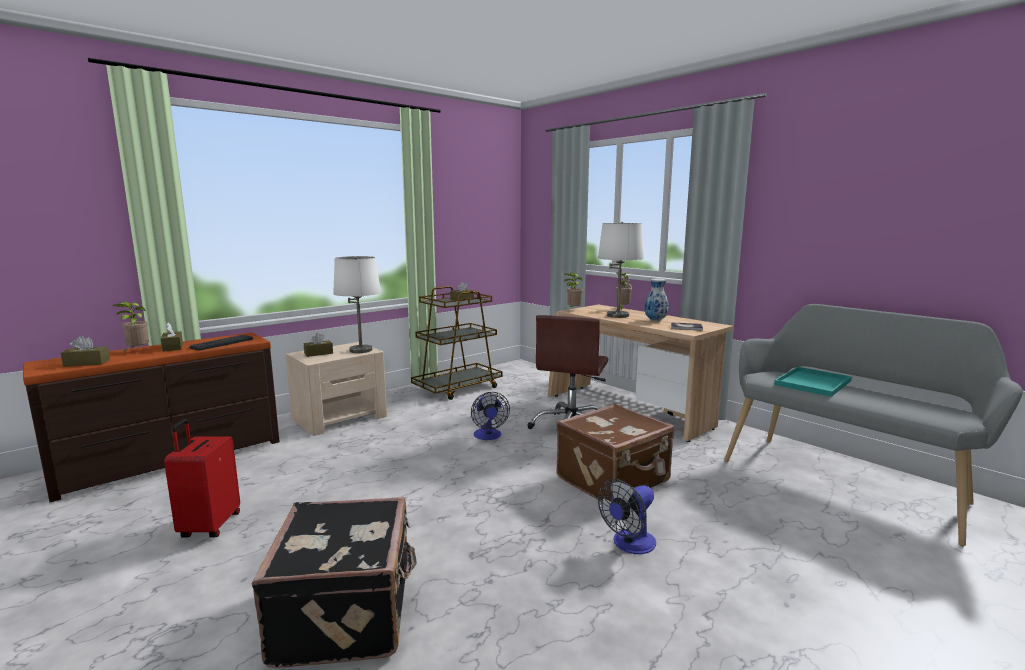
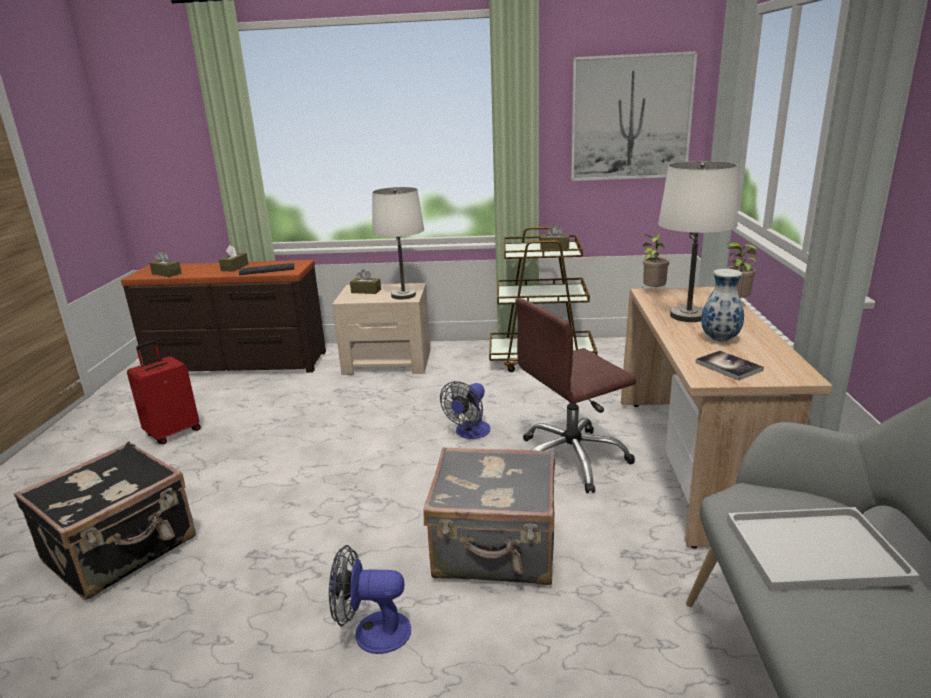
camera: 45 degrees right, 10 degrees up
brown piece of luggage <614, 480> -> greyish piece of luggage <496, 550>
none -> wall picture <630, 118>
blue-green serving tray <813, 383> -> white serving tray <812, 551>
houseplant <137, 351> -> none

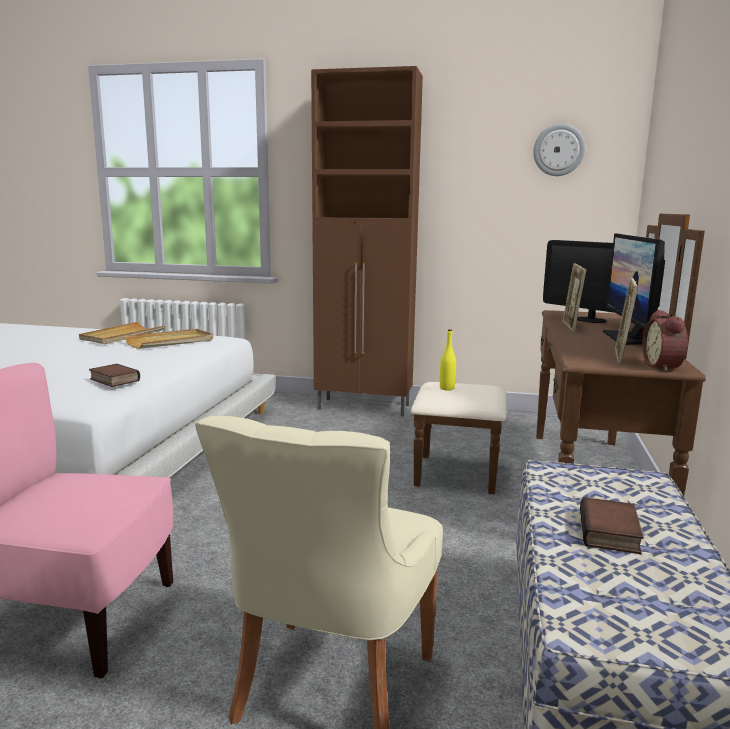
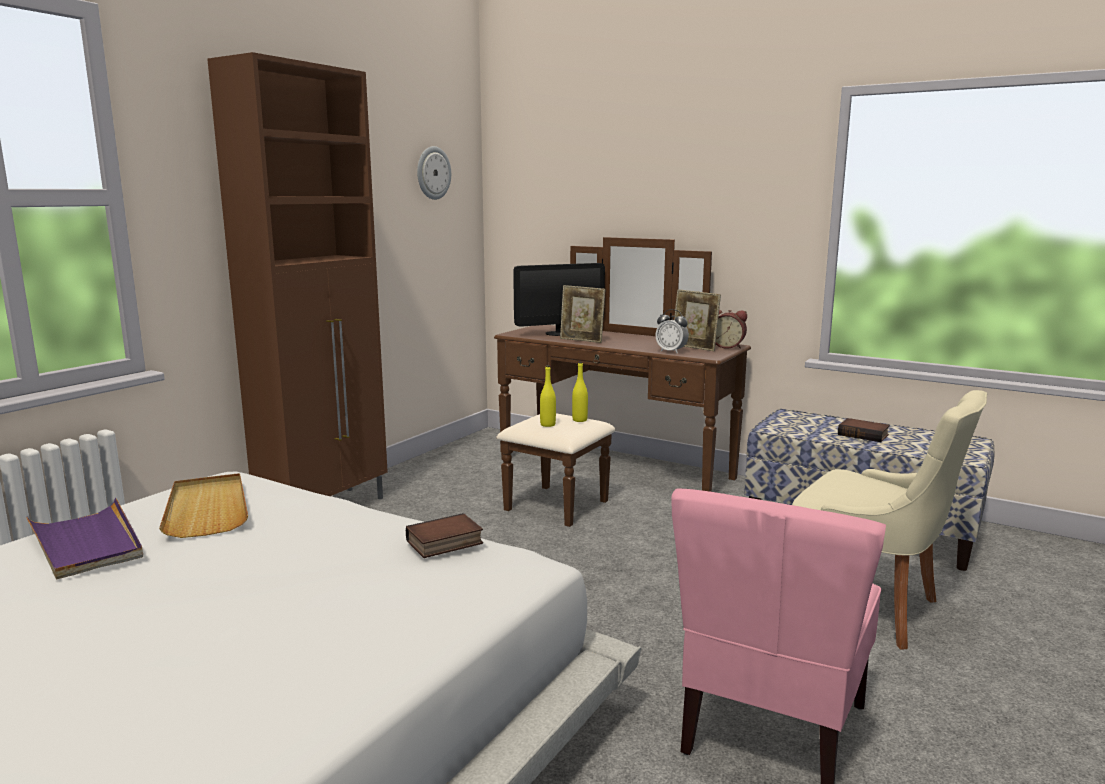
camera: 70 degrees left, 0 degrees up
sand-coloured serving tray <122, 336> -> purple serving tray <87, 543>
none -> yellow drink bottle <579, 420>
none -> alarm clock <671, 351>
computer screen <628, 338> -> none

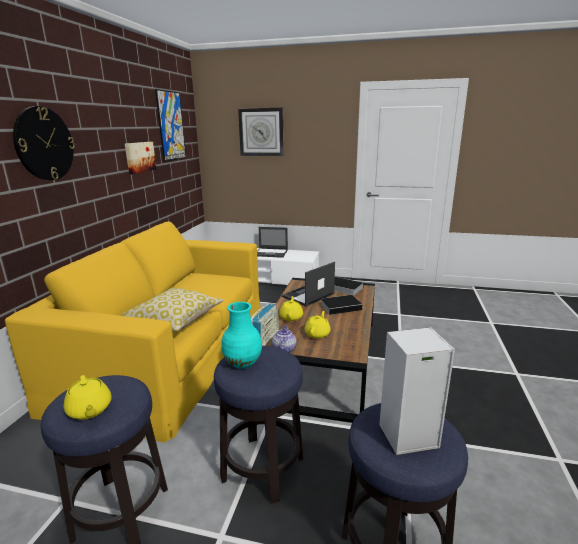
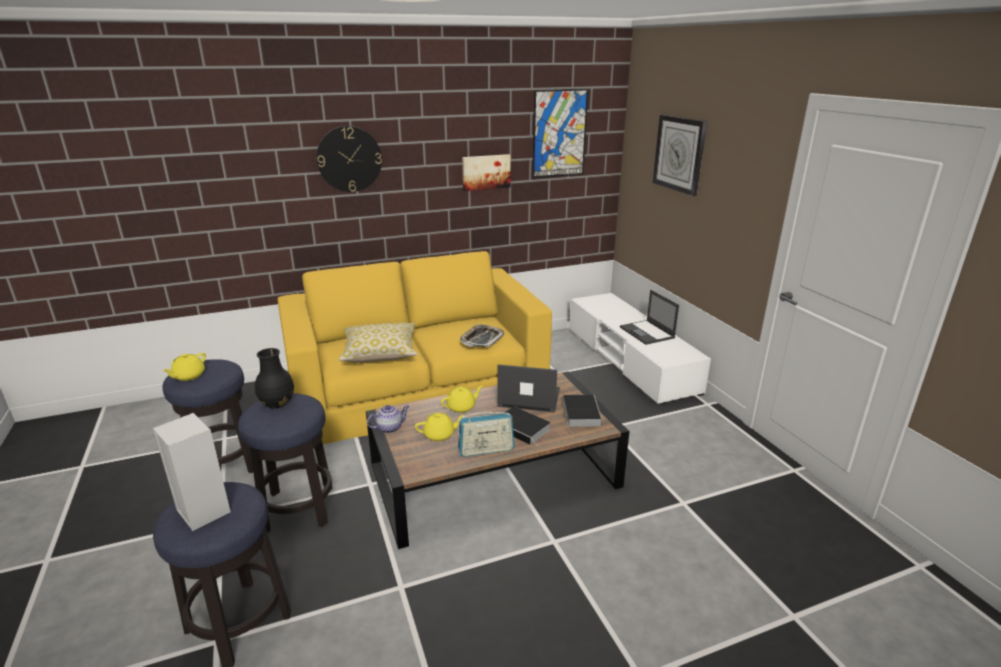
camera: 55 degrees right, 5 degrees up
blue-green decorative vase <243, 363> -> black decorative vase <277, 403>
radio set <265, 339> -> radio set <486, 450>, shifted
none -> serving tray <482, 339>

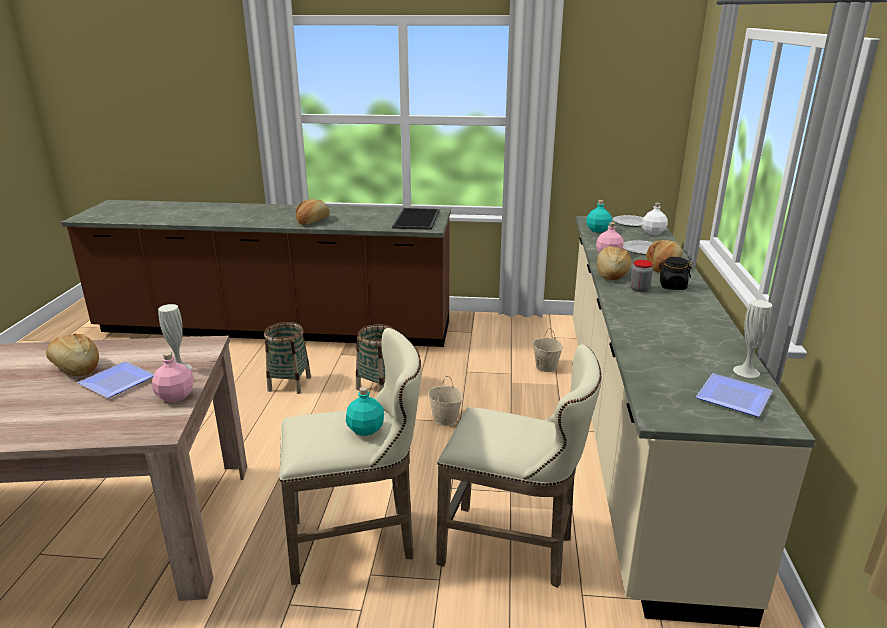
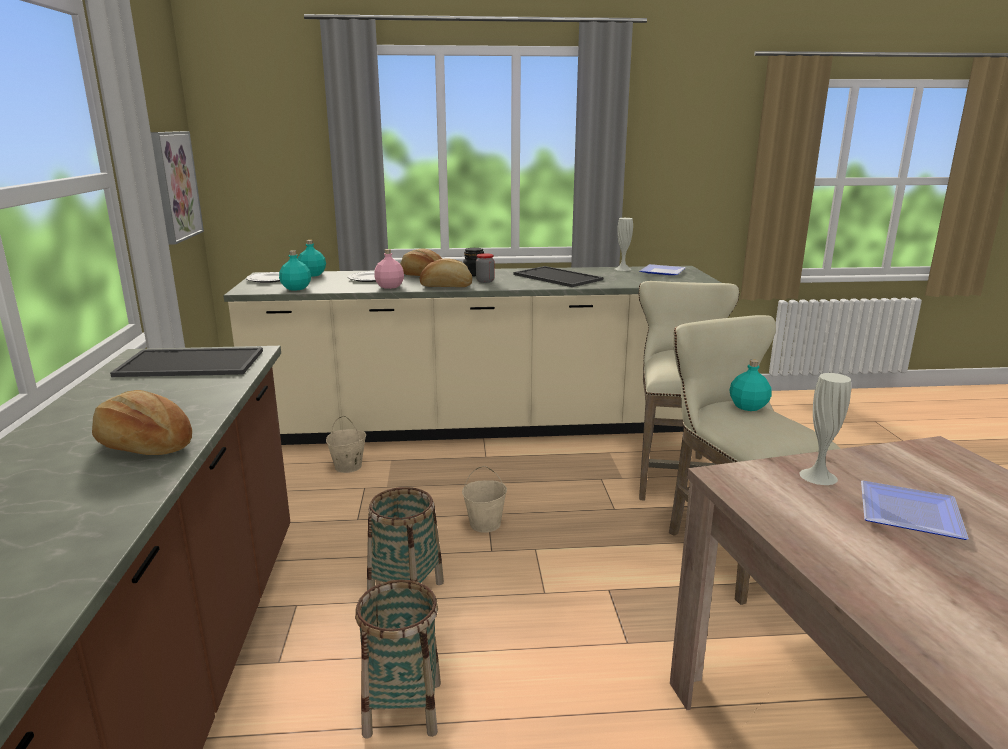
camera: 100 degrees left, 5 degrees down
none -> wall picture <175, 186>
white drink bottle <653, 233> -> blue-green drink bottle <312, 275>
none -> serving tray <556, 277>
baked bread <75, 367> -> none
pink-coloured drink bottle <175, 396> -> none

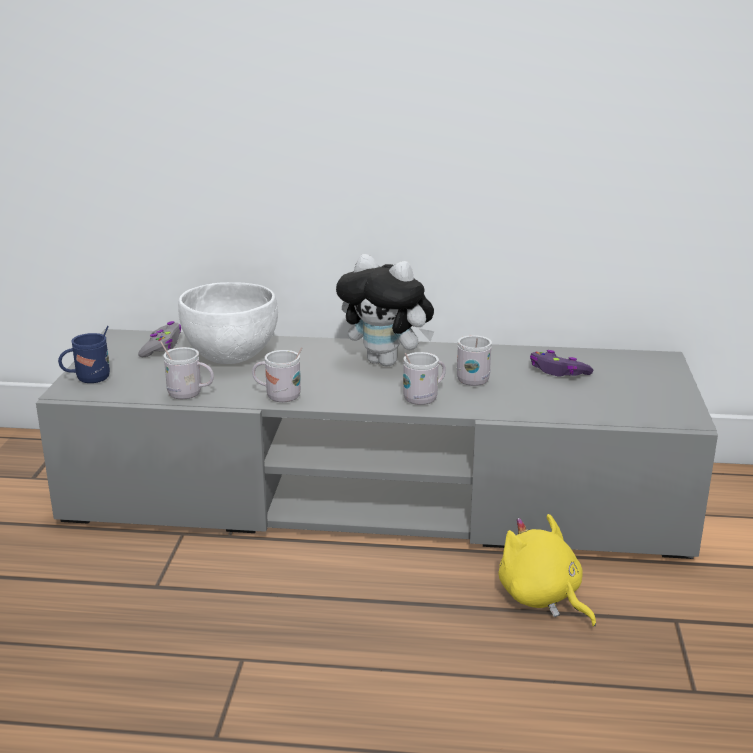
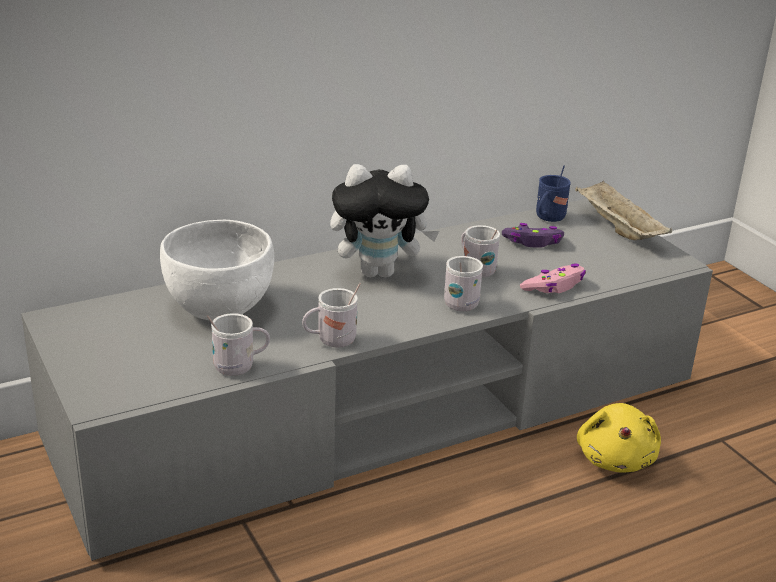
camera: 35 degrees left, 5 degrees up
none -> pink-coloured game controller <554, 286>
bluish tea mug <88, 380> -> bluish tea mug <548, 219>, shifted
none -> sand-coloured serving tray <617, 228>
yellow soft toy <542, 597> -> yellow soft toy <615, 458>, 105 degrees counterclockwise
greyish game controller <161, 347> -> none

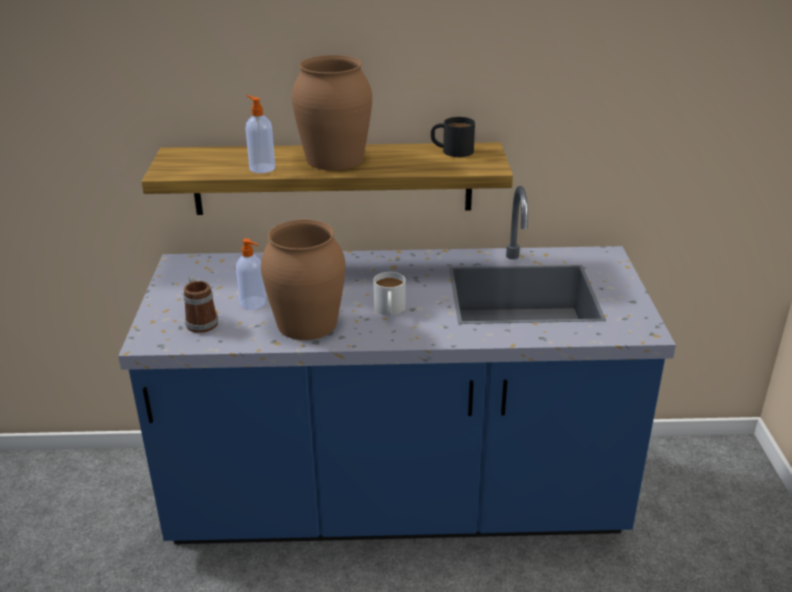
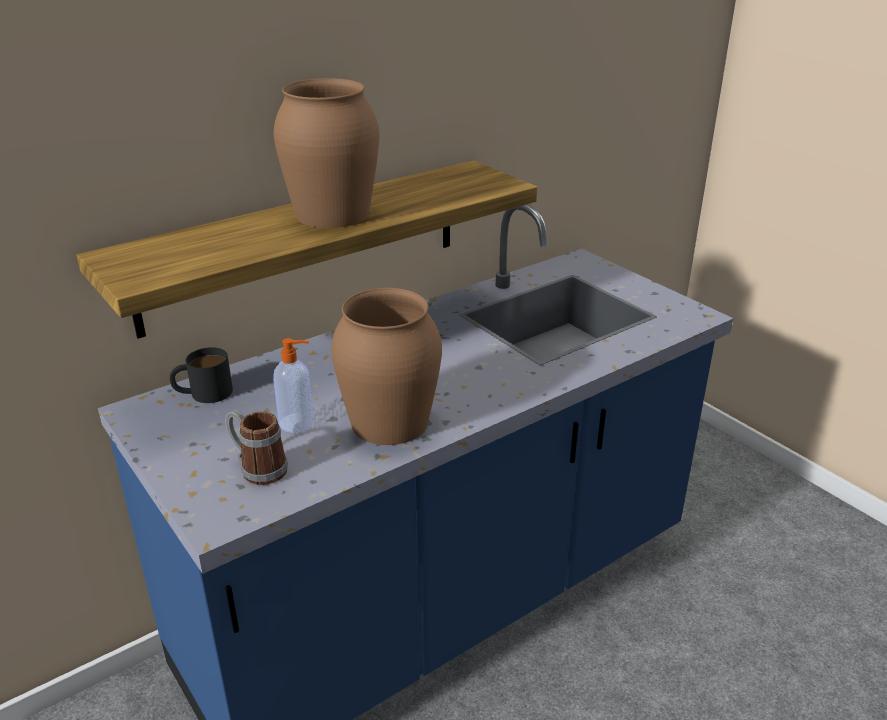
camera: 35 degrees left, 0 degrees up
black tea mug <452, 150> -> black tea mug <203, 393>, shifted
soap dispenser <261, 168> -> none
white tea mug <389, 310> -> none

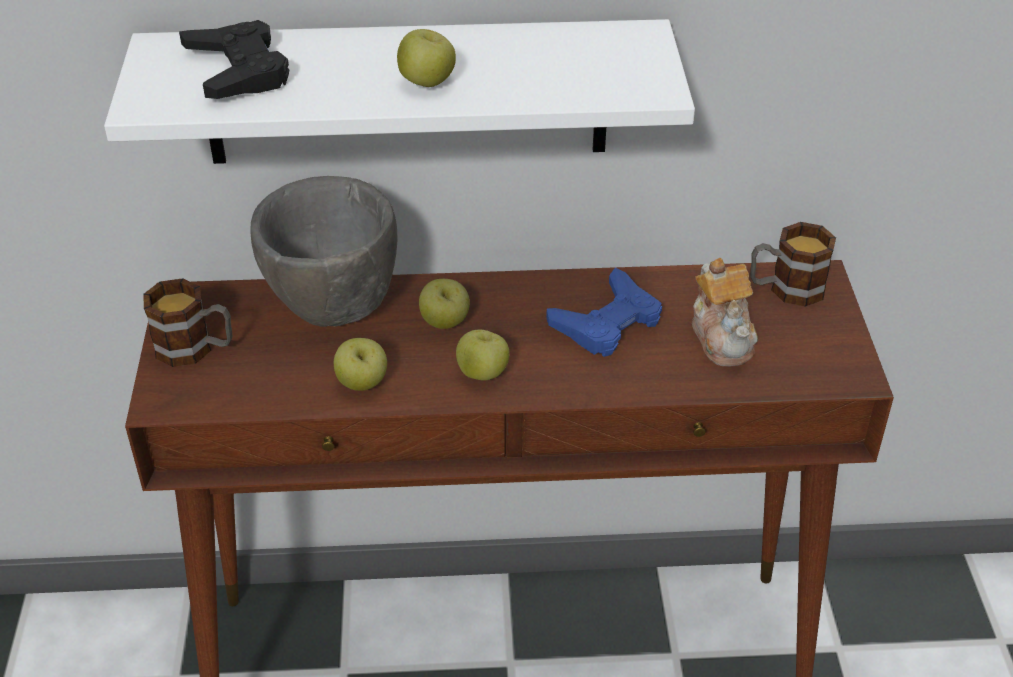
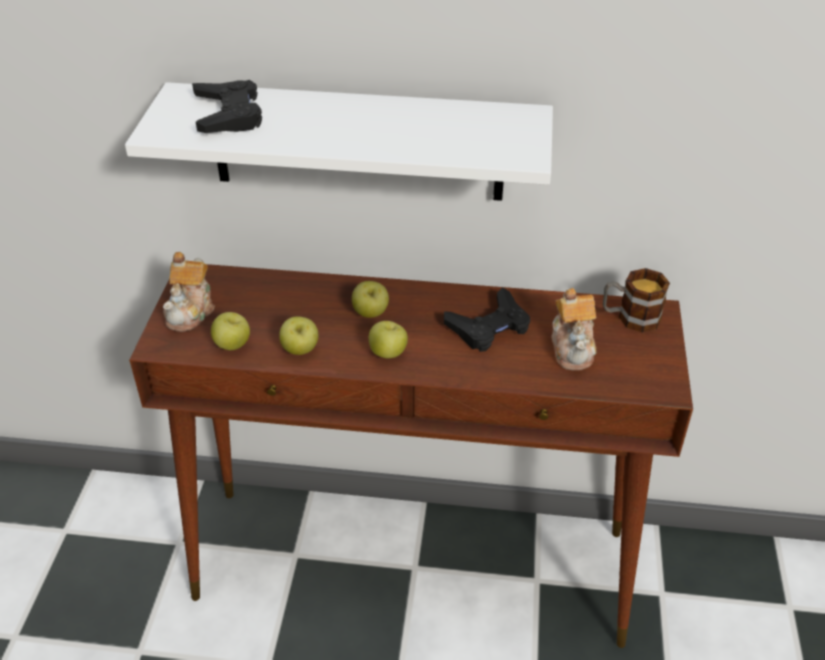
camera: 10 degrees right, 0 degrees up
tea mug <195, 348> -> teapot <191, 311>
apple fruit <427, 83> -> apple fruit <233, 345>, shifted
bluish game controller <607, 322> -> black game controller <489, 327>
greyish deep dish <333, 310> -> none

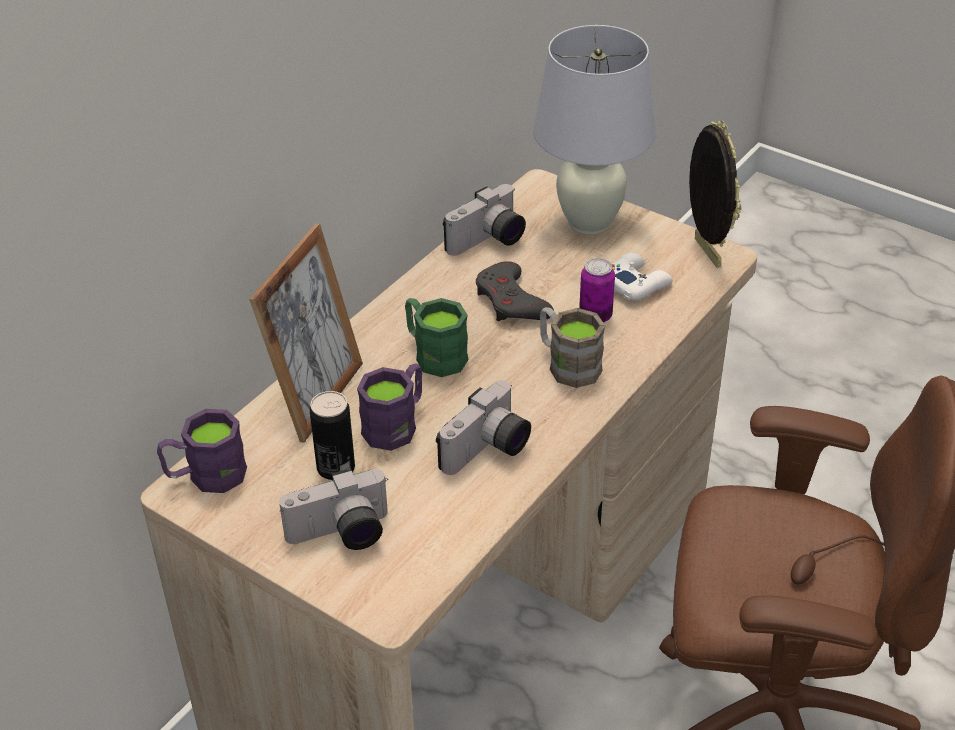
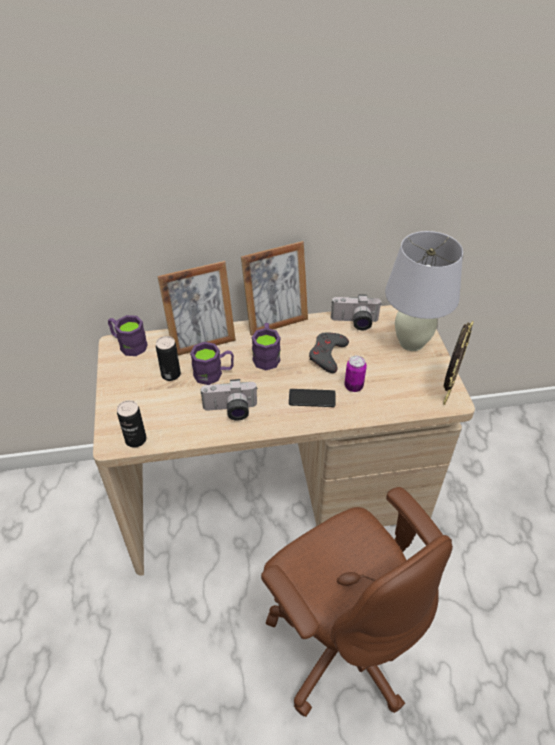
camera: 45 degrees right, 5 degrees up
none -> metal can <136, 439>
none -> photo frame <276, 321>
green tea mug <434, 354> -> purple tea mug <266, 355>
brown tea mug <567, 364> -> telephone <312, 398>
still camera <341, 535> -> none
white game controller <635, 284> -> none

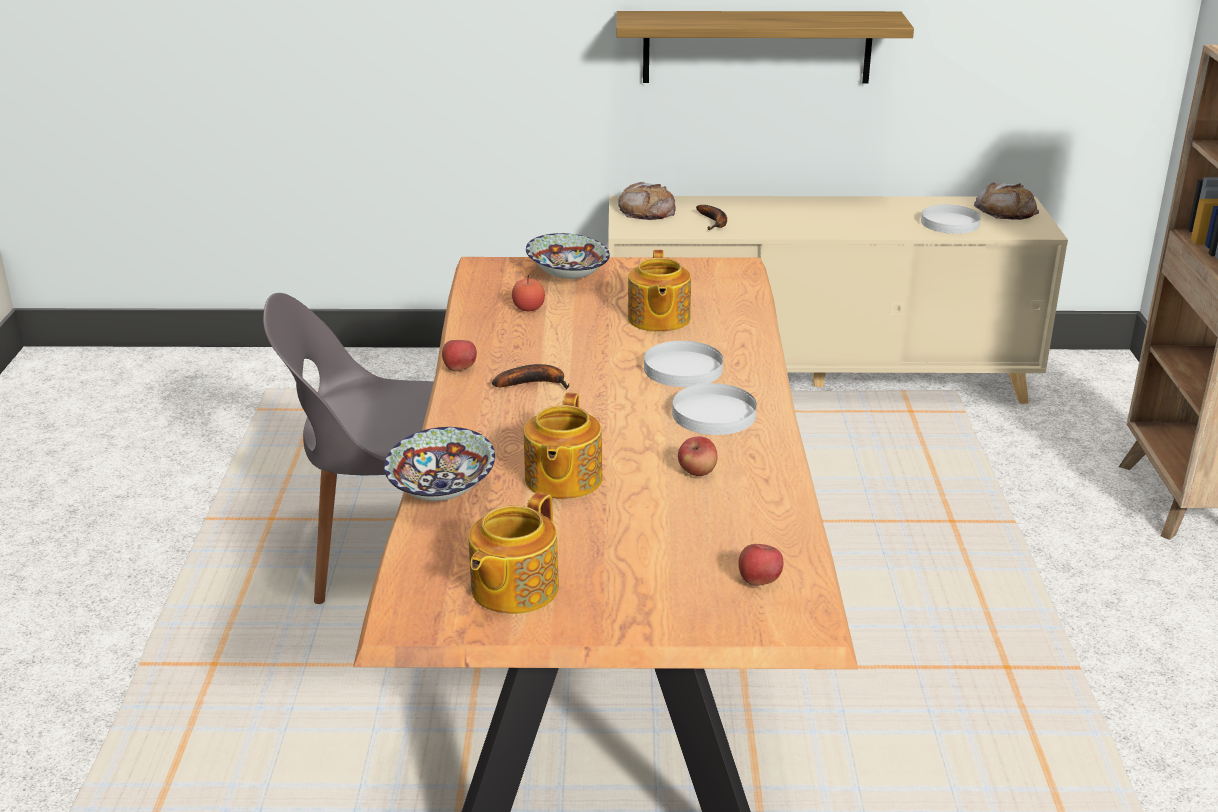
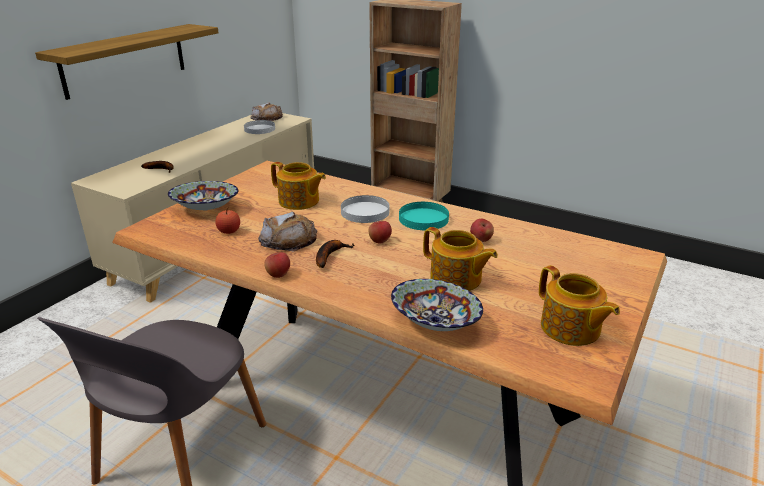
camera: 60 degrees left, 0 degrees up
baked bread <647, 210> -> baked bread <289, 239>, shifted
apple fruit <759, 581> -> apple fruit <380, 241>, shifted
white dinner plate <714, 414> -> blue-green dinner plate <424, 219>

